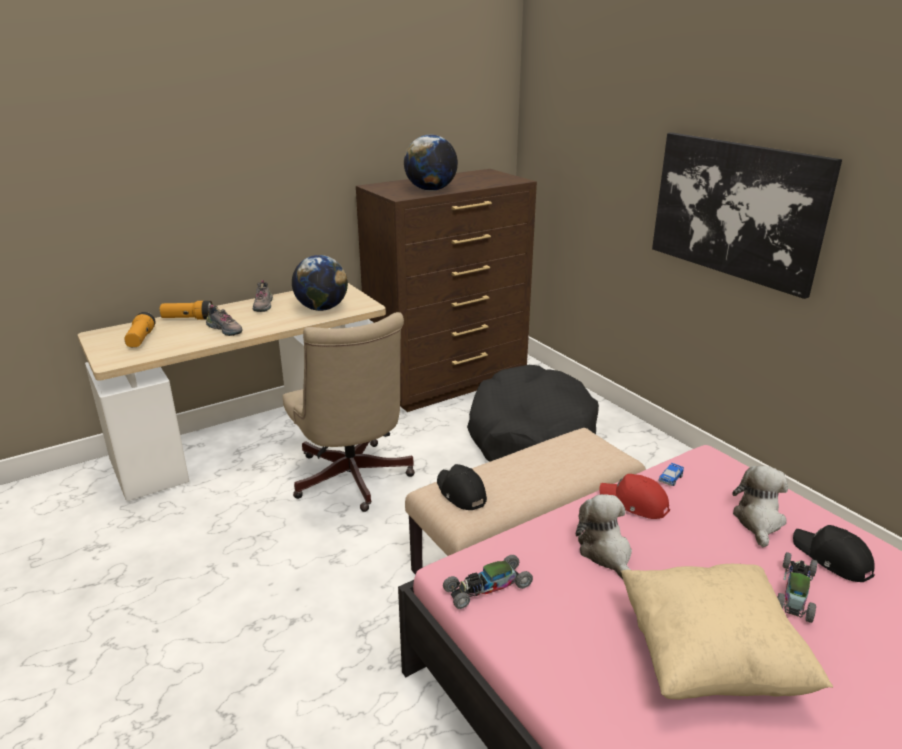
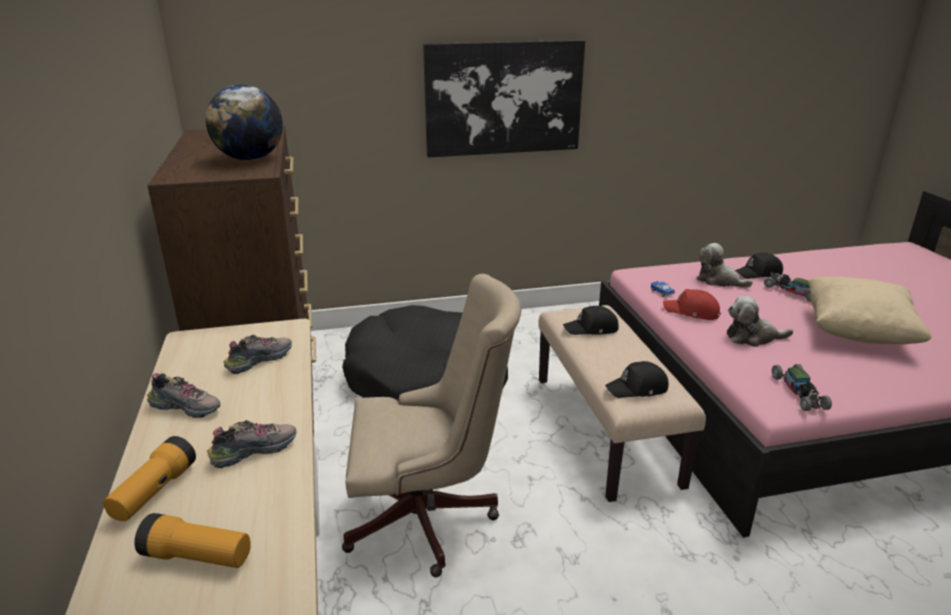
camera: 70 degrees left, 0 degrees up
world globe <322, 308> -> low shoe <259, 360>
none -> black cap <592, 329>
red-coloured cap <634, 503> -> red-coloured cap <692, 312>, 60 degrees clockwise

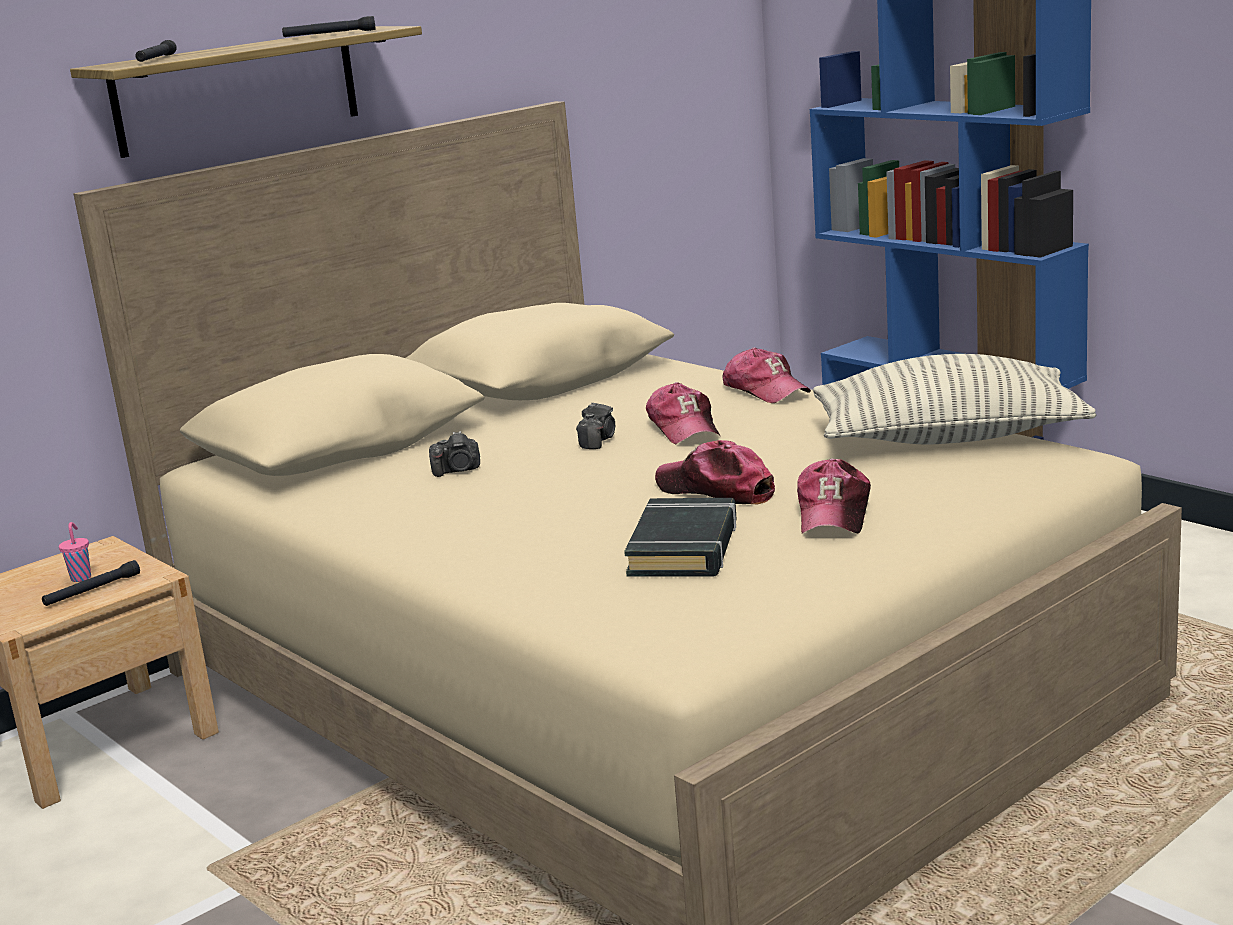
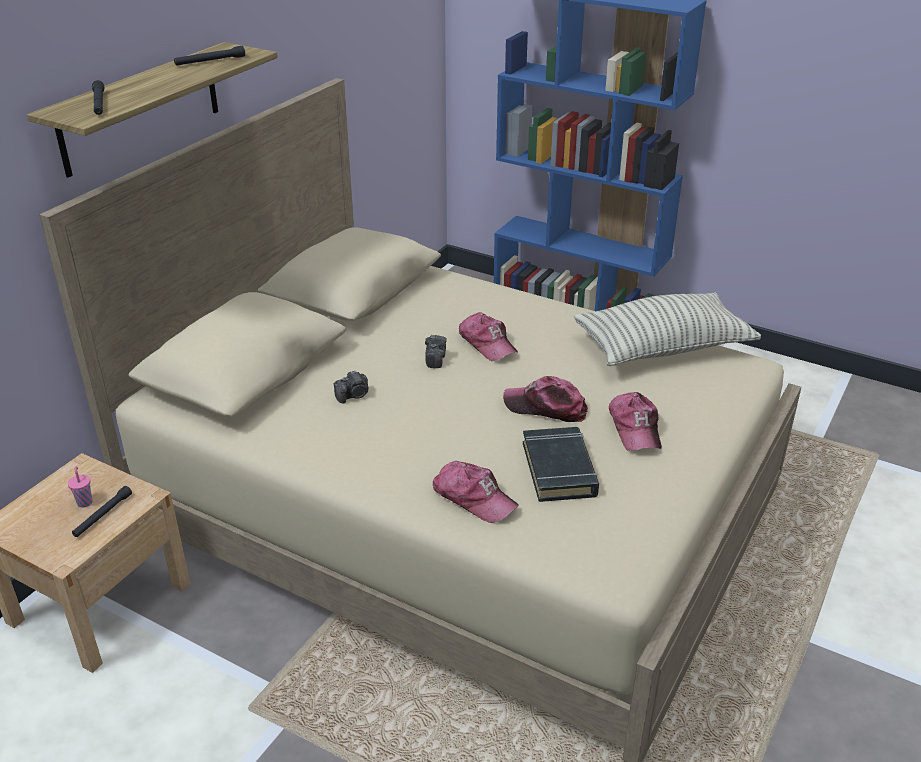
camera: 20 degrees left, 15 degrees up
cap <765, 390> -> cap <474, 498>, shifted

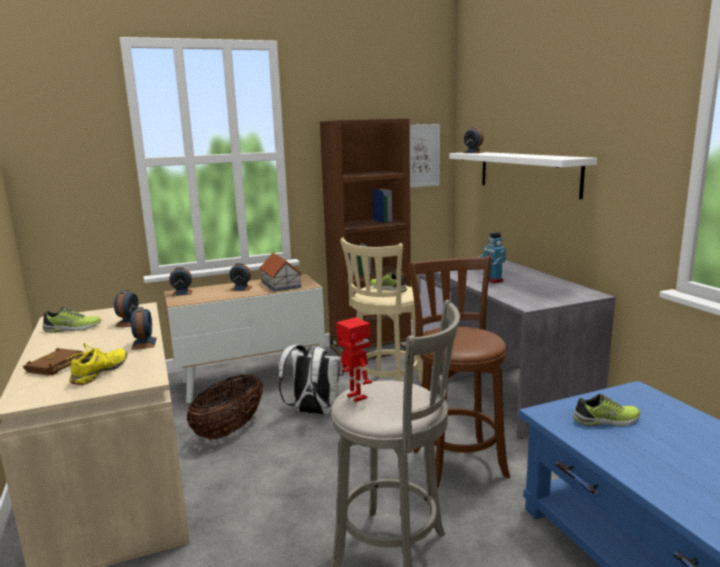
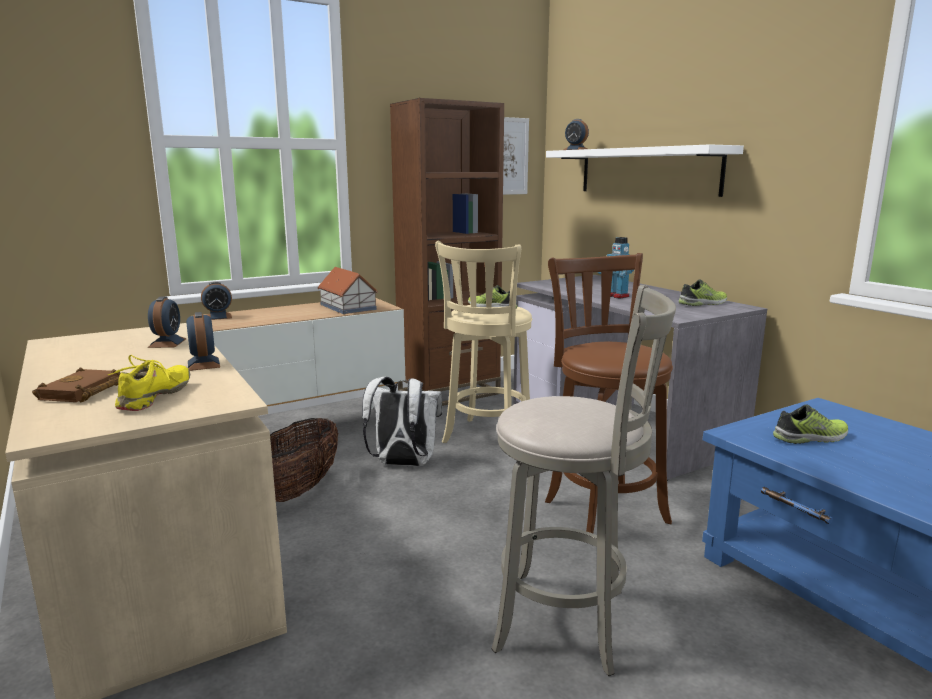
camera: 10 degrees left, 0 degrees up
low shoe <72, 328> -> low shoe <703, 303>, shifted
alarm clock <241, 288> -> none
robot figure <355, 397> -> none

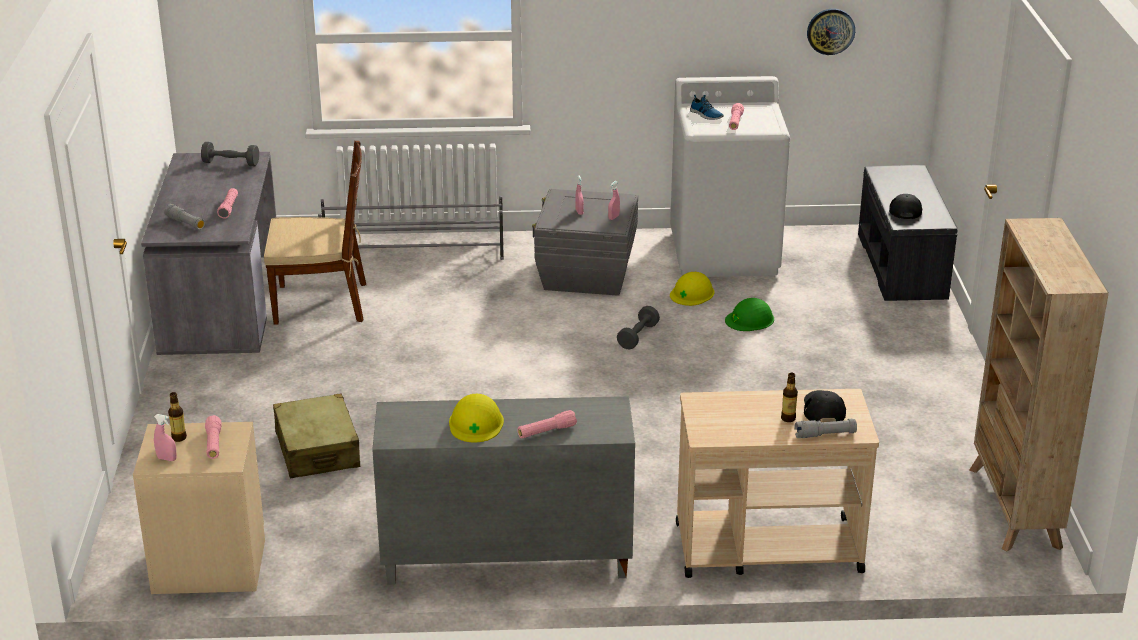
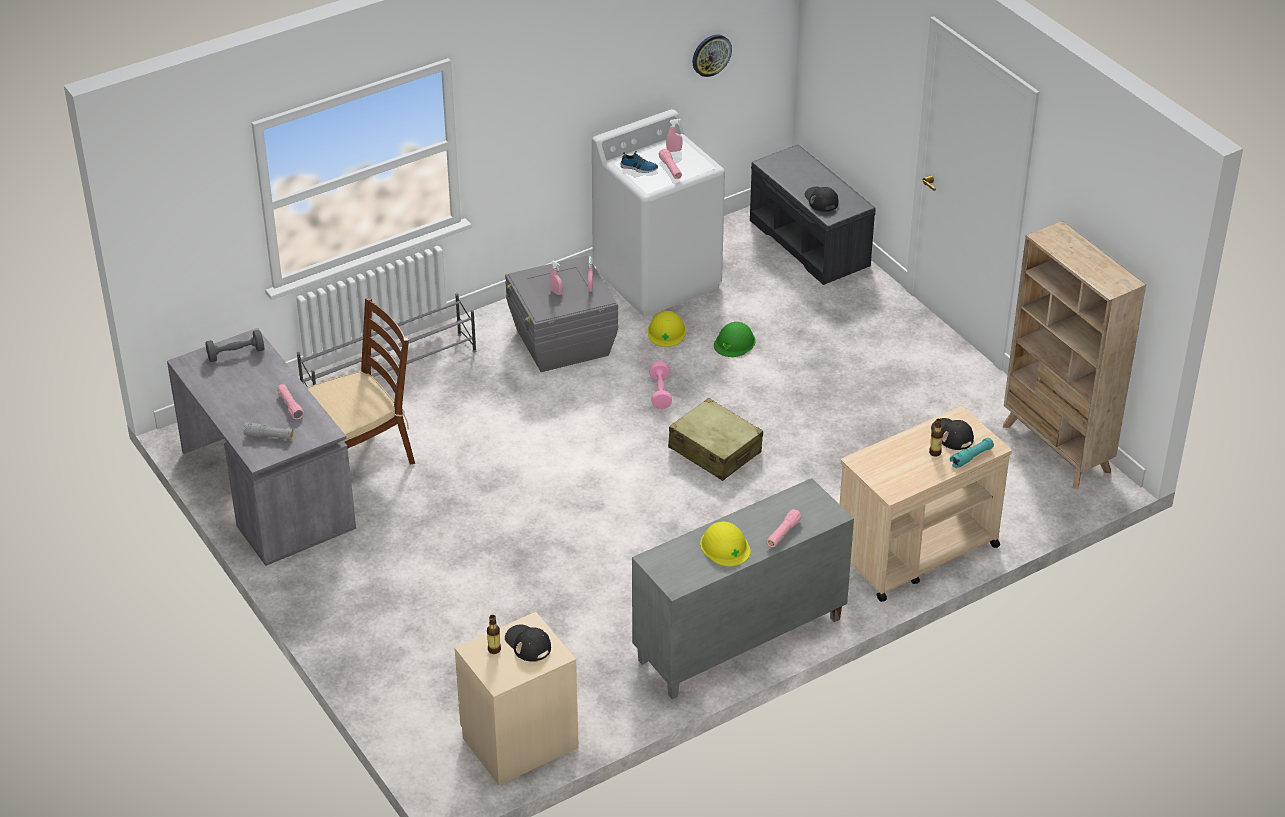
camera: 30 degrees left, 10 degrees up
pink-coloured hand torch <213, 444> -> black cap <528, 644>
greyish hand weight <638, 336> -> pink-coloured hand weight <660, 392>
pink-coloured hand sprayer <166, 459> -> pink-coloured hand sprayer <674, 150>, shifted
sand-coloured piece of luggage <317, 450> -> sand-coloured piece of luggage <714, 450>, shifted
greyish hand torch <825, 435> -> blue-green hand torch <971, 457>

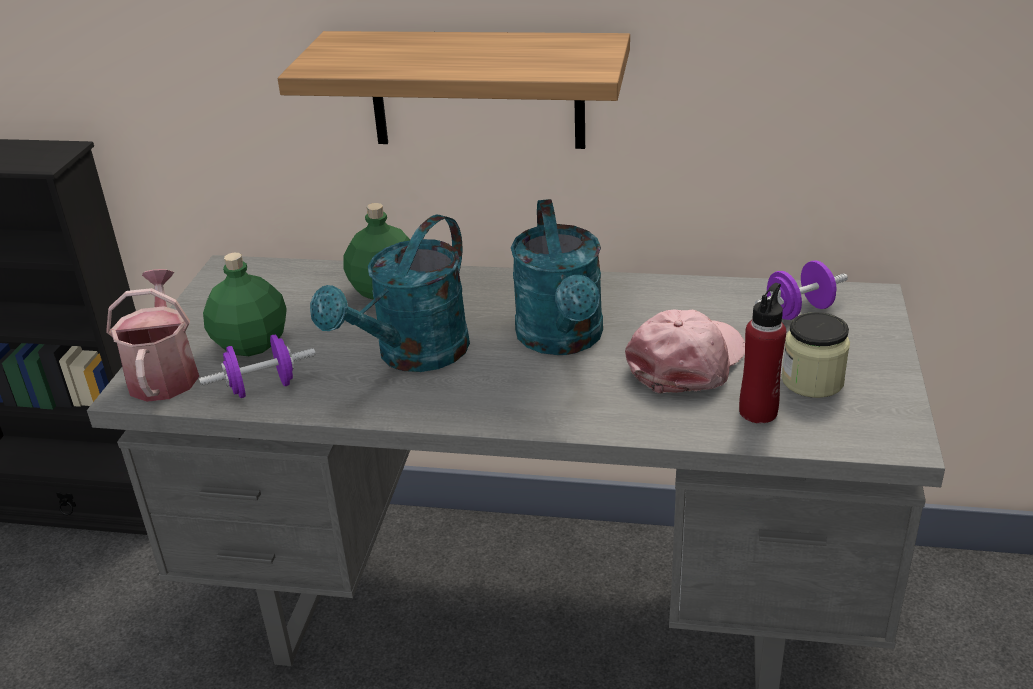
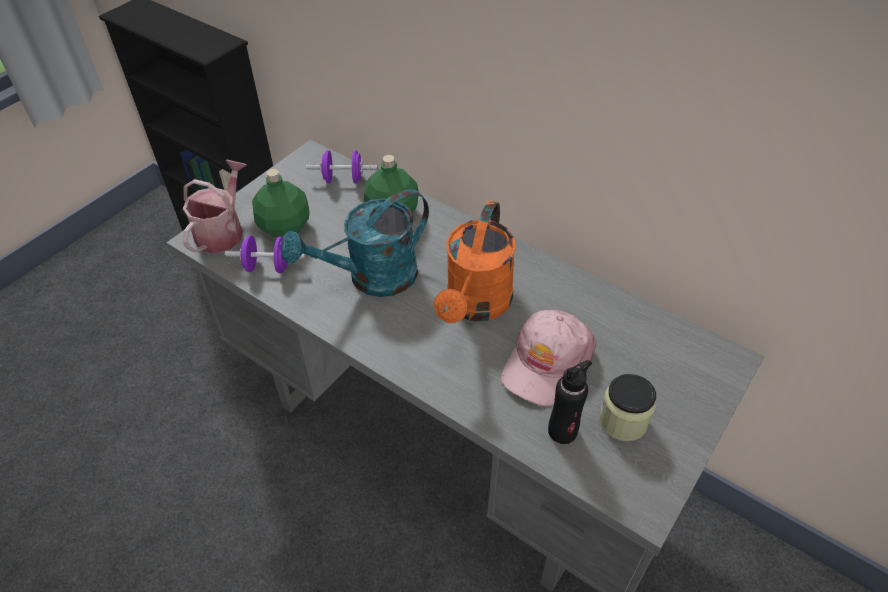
camera: 25 degrees right, 15 degrees up
purple hand weight <798, 311> -> purple hand weight <343, 179>, shifted
blue-green watering can <563, 340> -> orange-coloured watering can <475, 306>
pink-coloured cap <687, 361> -> pink-coloured cap <546, 362>, 150 degrees clockwise
red-coloured drink bottle <758, 411> -> black drink bottle <562, 431>
shelf <477, 89> -> none

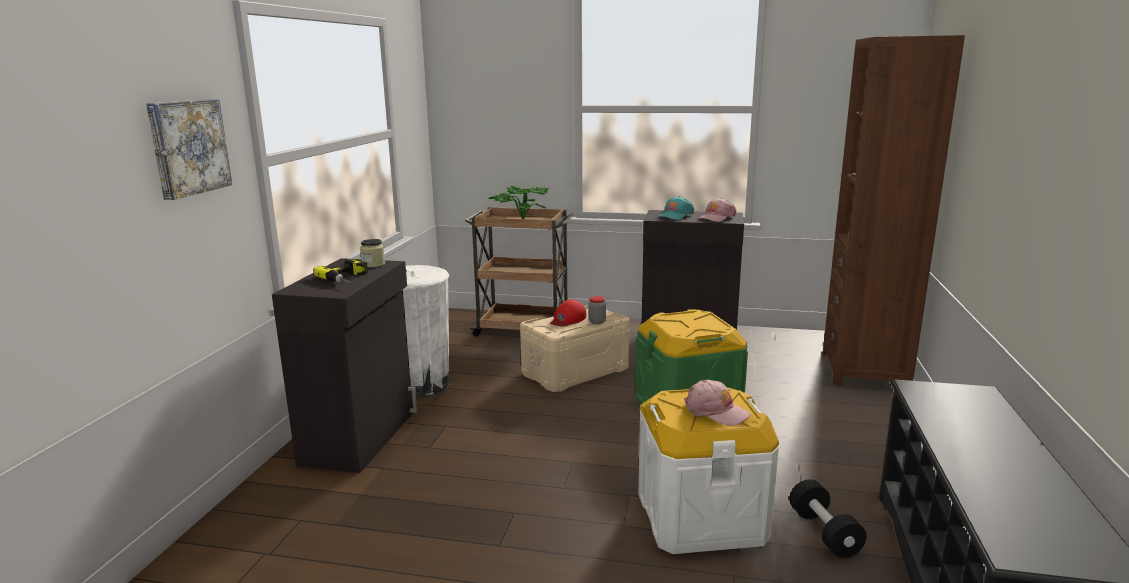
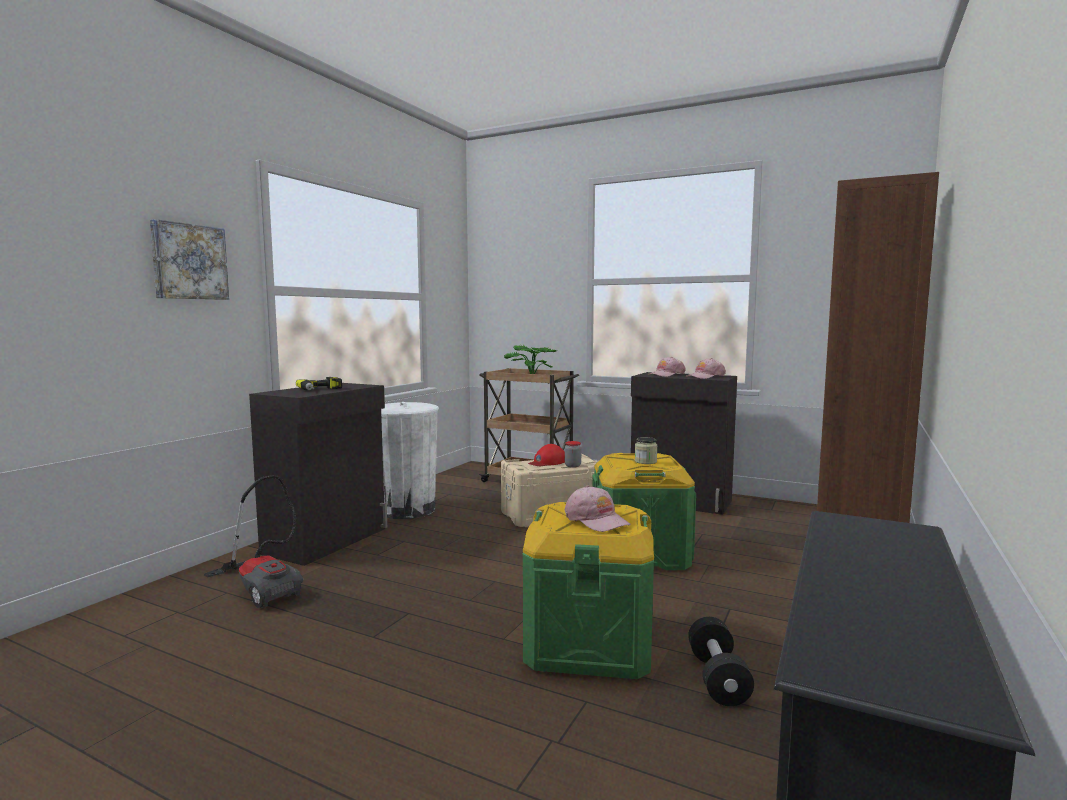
camera: 15 degrees right, 10 degrees down
none -> hoover <263, 587>
white storage bin <700, 517> -> green storage bin <588, 643>
jar <373, 264> -> jar <645, 461>, shifted
blue-green cap <675, 215> -> pink-coloured cap <666, 375>

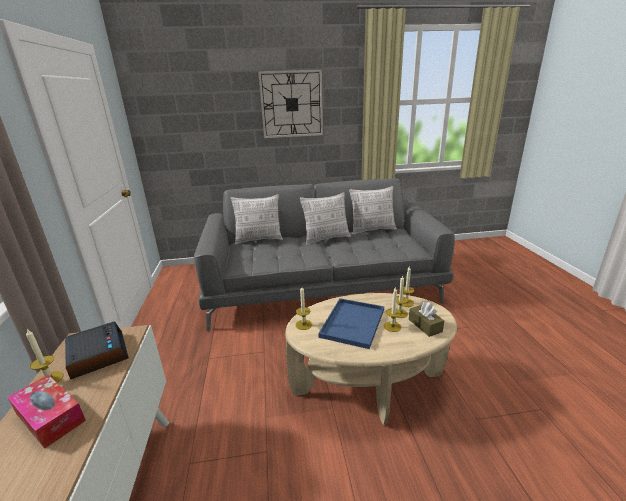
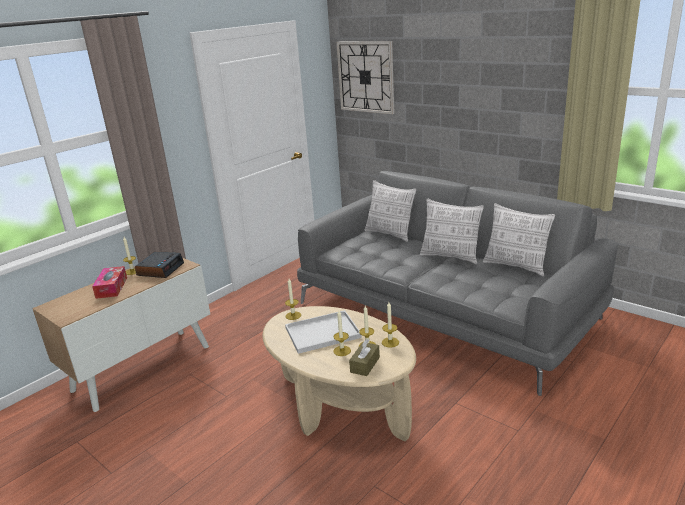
camera: 50 degrees right, 0 degrees up
bluish serving tray <352, 322> -> white serving tray <324, 332>
wall clock <291, 104> -> wall clock <366, 77>, shifted

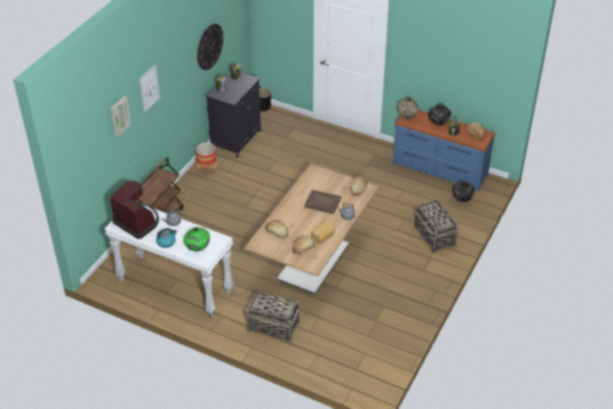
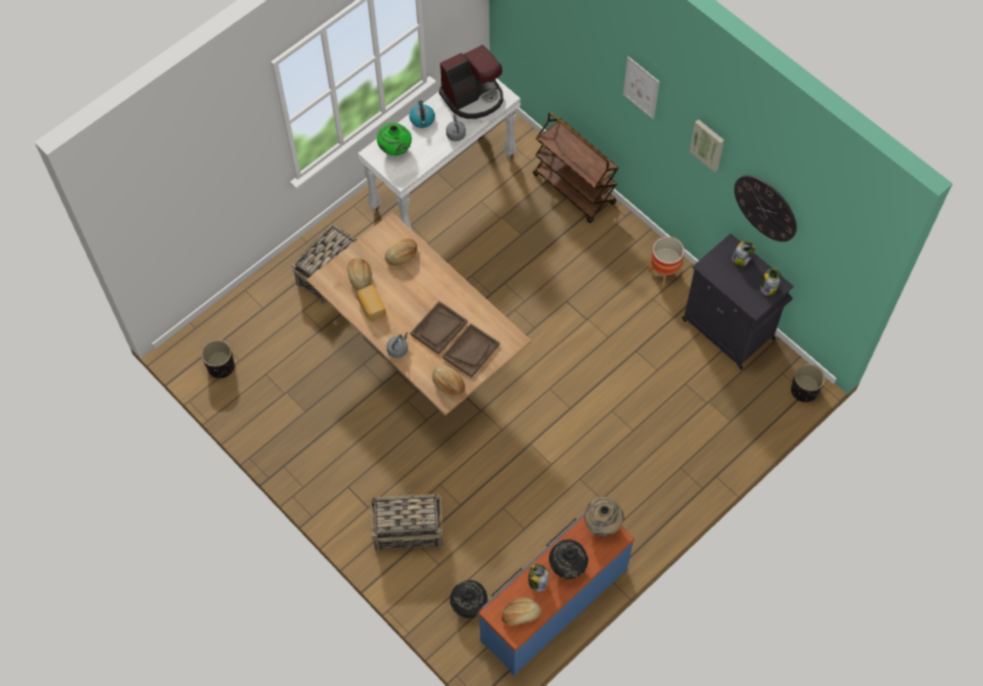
camera: 110 degrees right, 20 degrees up
none -> black plant pot <220, 366>
none -> brown serving tray <471, 351>
wall picture <119, 116> -> wall picture <708, 144>, shifted

